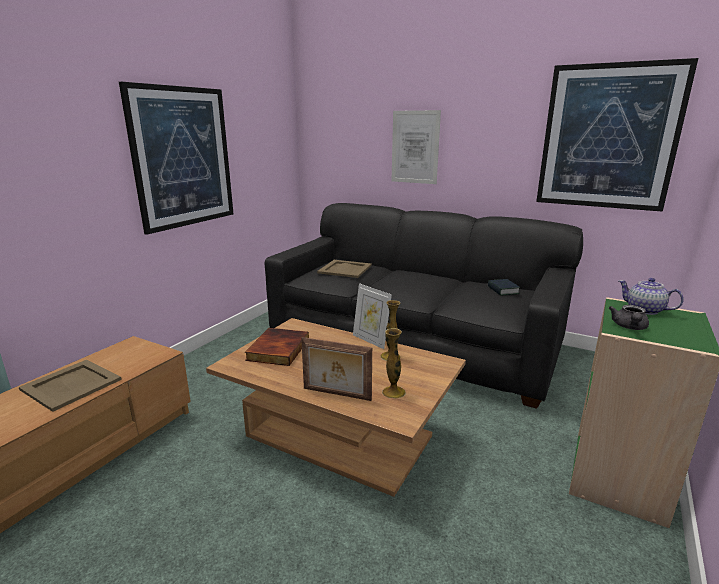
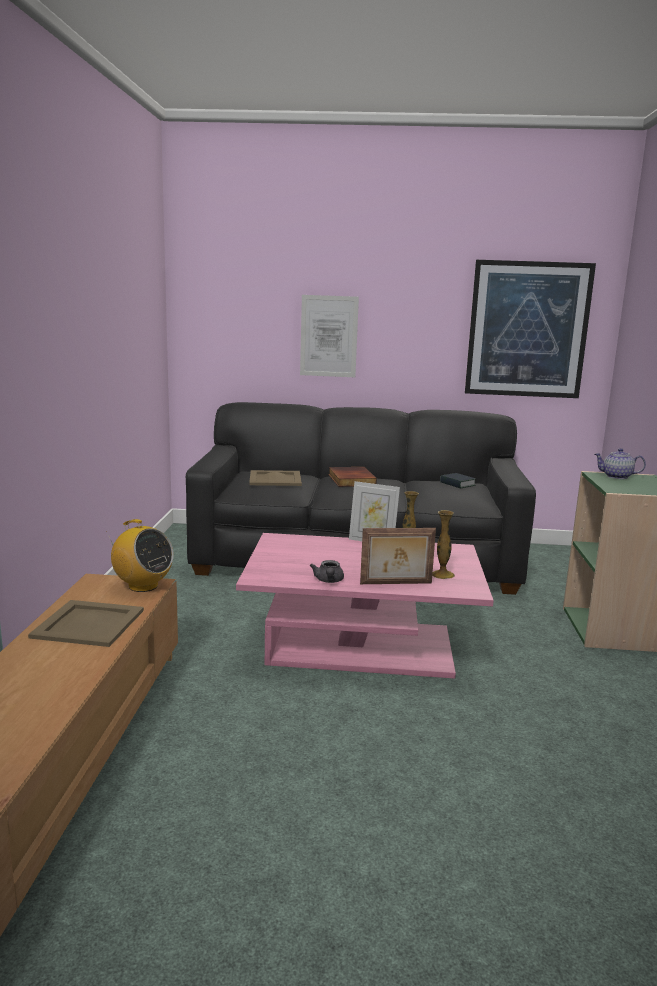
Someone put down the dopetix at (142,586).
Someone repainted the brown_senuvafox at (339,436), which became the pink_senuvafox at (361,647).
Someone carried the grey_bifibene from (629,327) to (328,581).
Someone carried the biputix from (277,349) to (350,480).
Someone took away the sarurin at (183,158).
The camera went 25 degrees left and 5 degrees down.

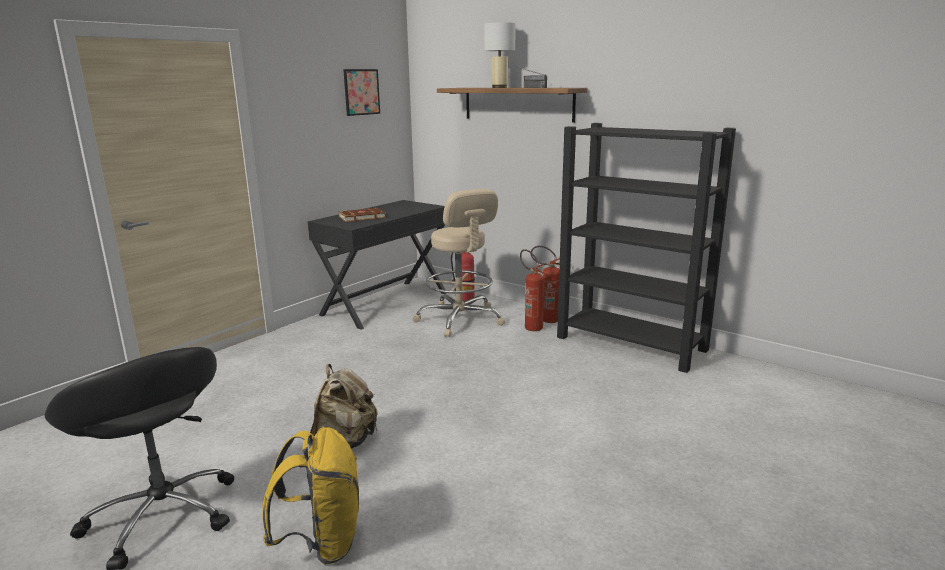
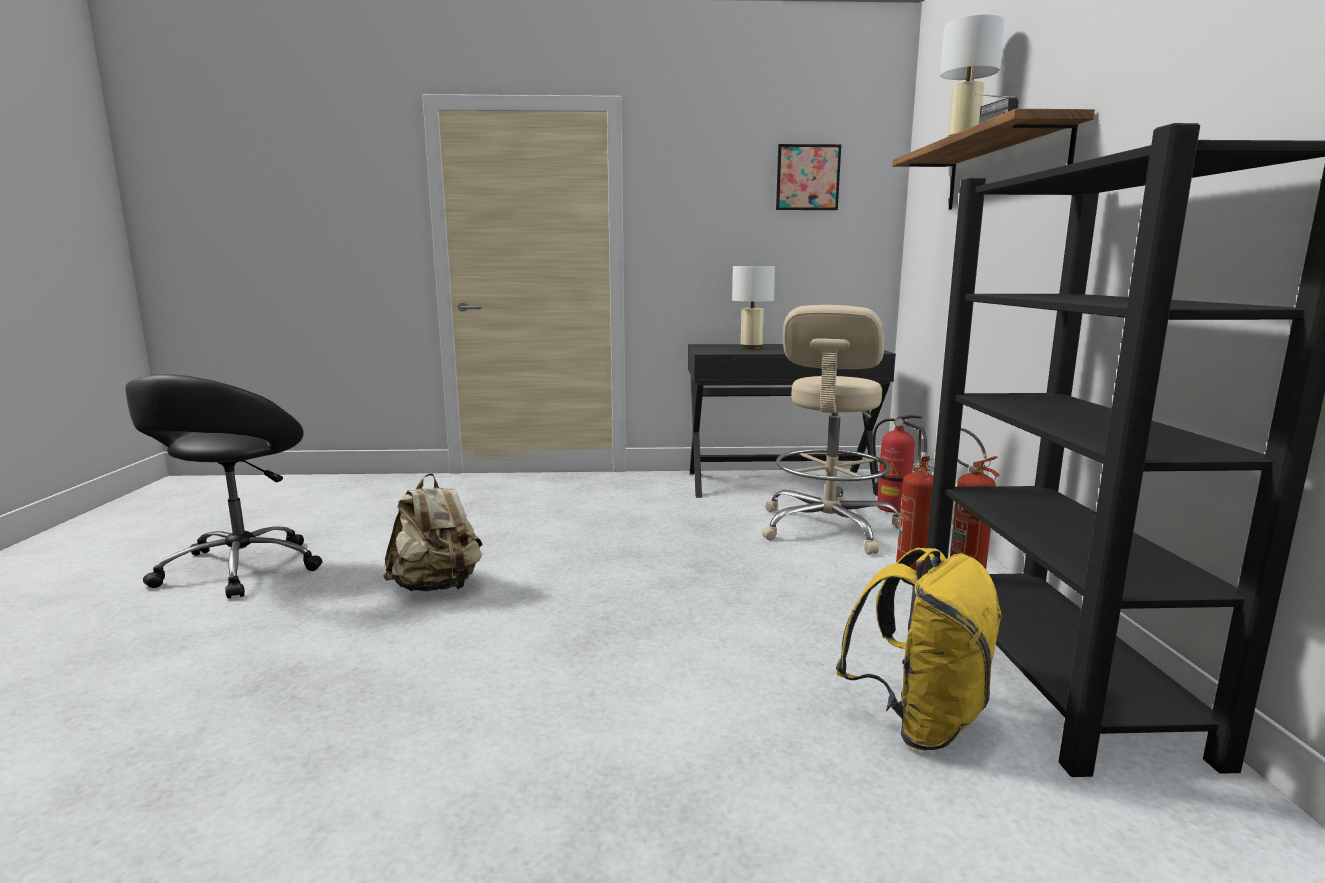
Someone swapped the brown_biputix at (361,217) for the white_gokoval at (751,348).
Someone carried the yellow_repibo from (322,543) to (919,721).
The camera went 50 degrees right and 5 degrees down.

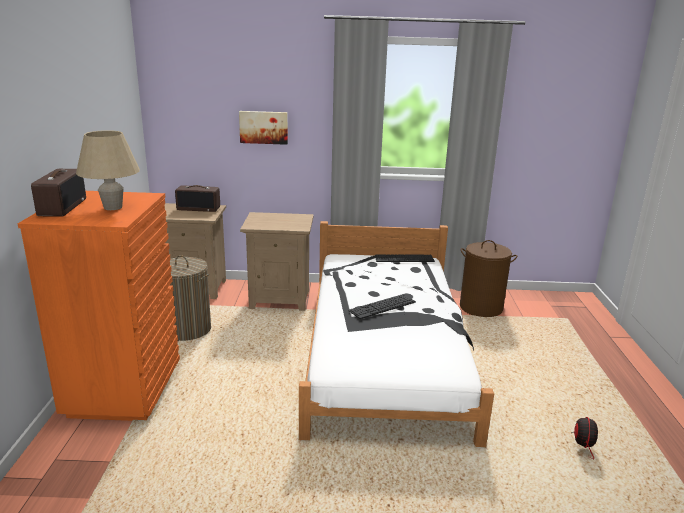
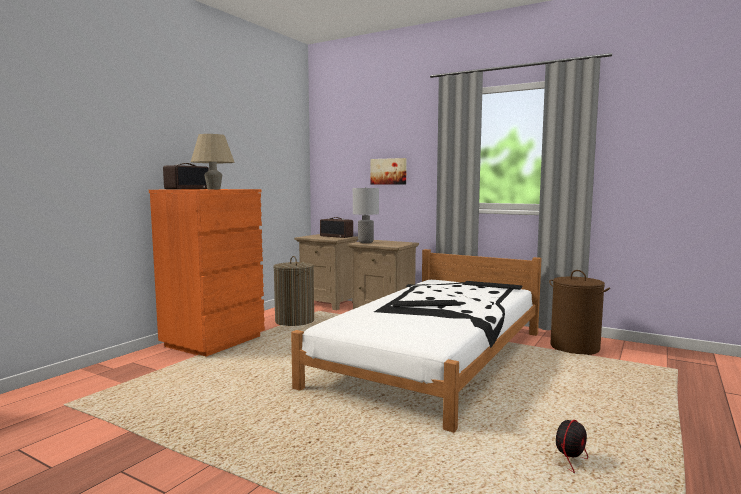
Someone put down the grey_gokoval at (366,243).
The camera went 30 degrees right and 15 degrees down.

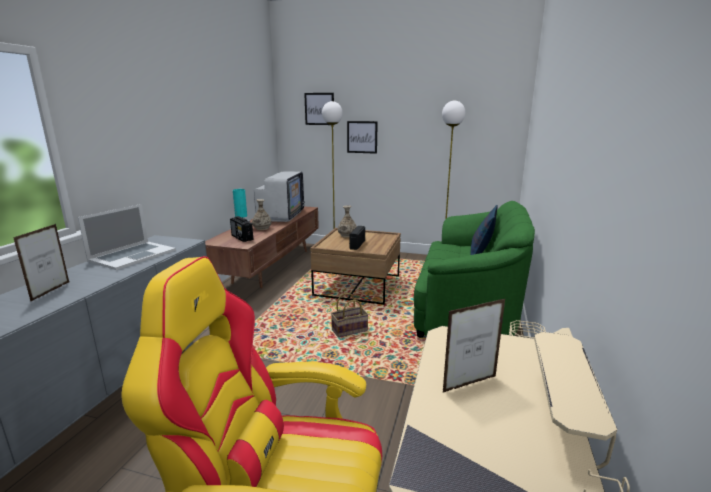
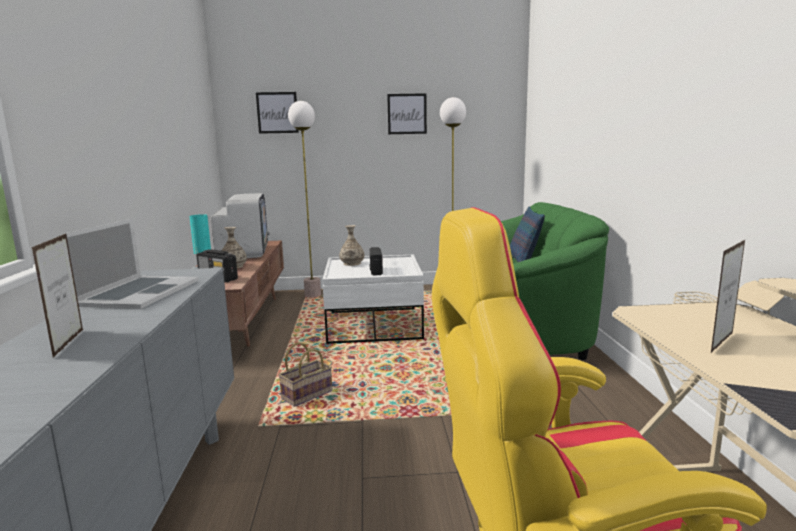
Someone carried the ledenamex from (350,330) to (307,394).
Someone repainted the brown_senuvafox at (358,286), which became the white_senuvafox at (374,325).
Someone carried the sarurin from (362,137) to (407,114).
The camera went 20 degrees left and 5 degrees down.

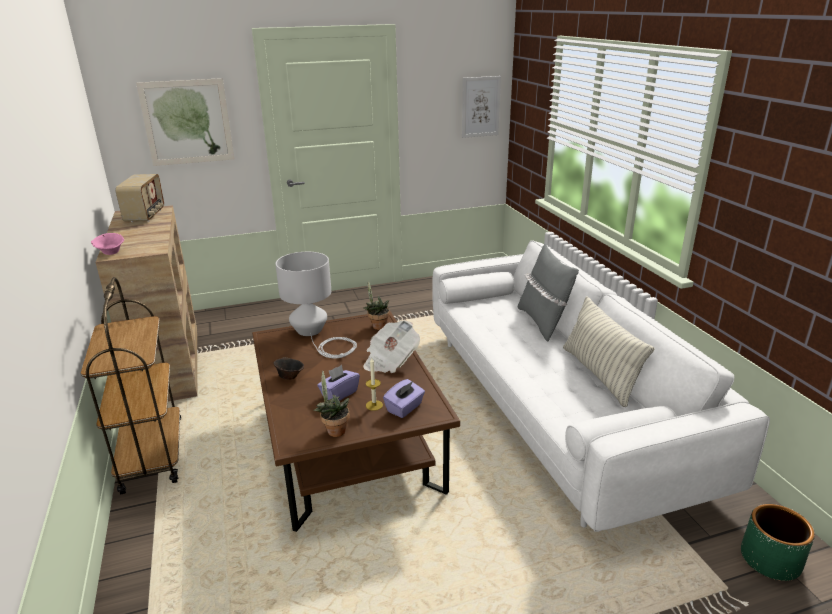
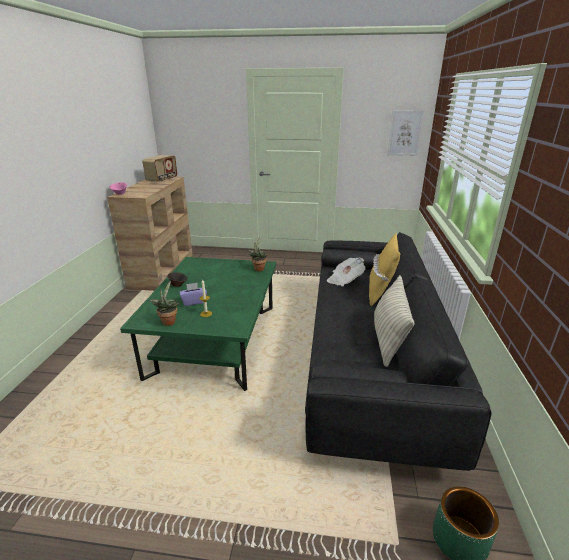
Someone repainted the brown_senuvafox at (349,442), which became the green_senuvafox at (215,340).
Someone repainted the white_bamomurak at (556,406), which became the black_bamomurak at (370,358).
Someone carried the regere from (390,360) to (345,280).
Someone repainted the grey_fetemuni at (542,322), which became the yellow_fetemuni at (380,293).
Someone took away the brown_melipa at (151,456).
Someone took away the sarurin at (187,122).
Someone took away the grey_gokoval at (319,337).
Someone took away the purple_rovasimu at (405,408).
The camera went 25 degrees right and 0 degrees up.

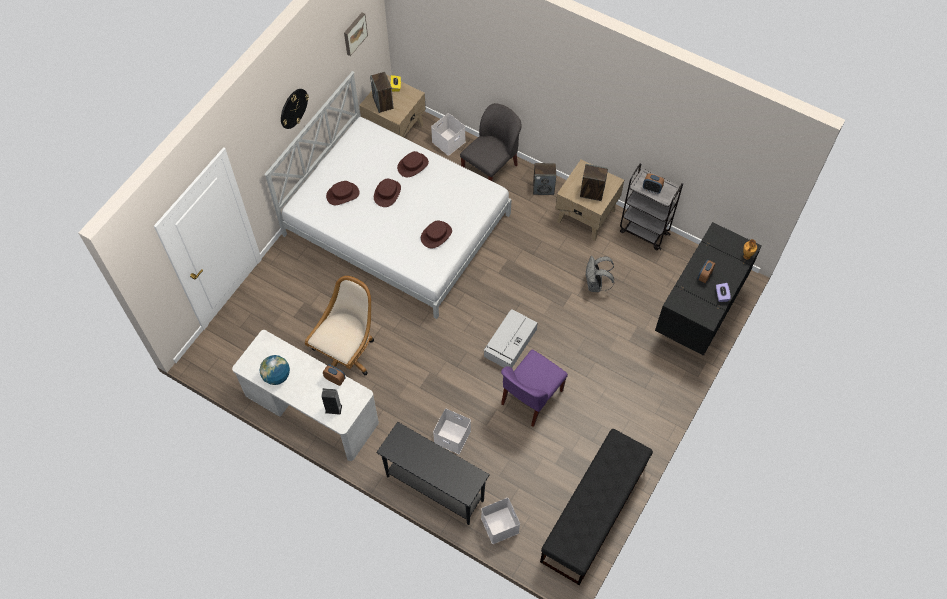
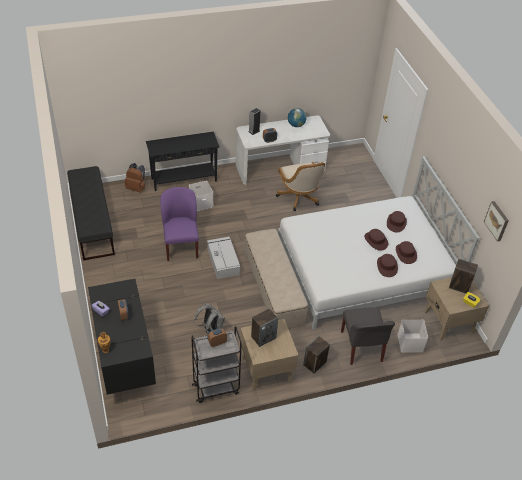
Someone swapped the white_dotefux at (499,525) for the brown_repibo at (136,188).
Someone put down the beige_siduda at (274,288).
Someone carried the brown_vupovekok from (436,235) to (405,253).
Someone took away the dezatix at (293,108).
The camera went 130 degrees right and 15 degrees down.

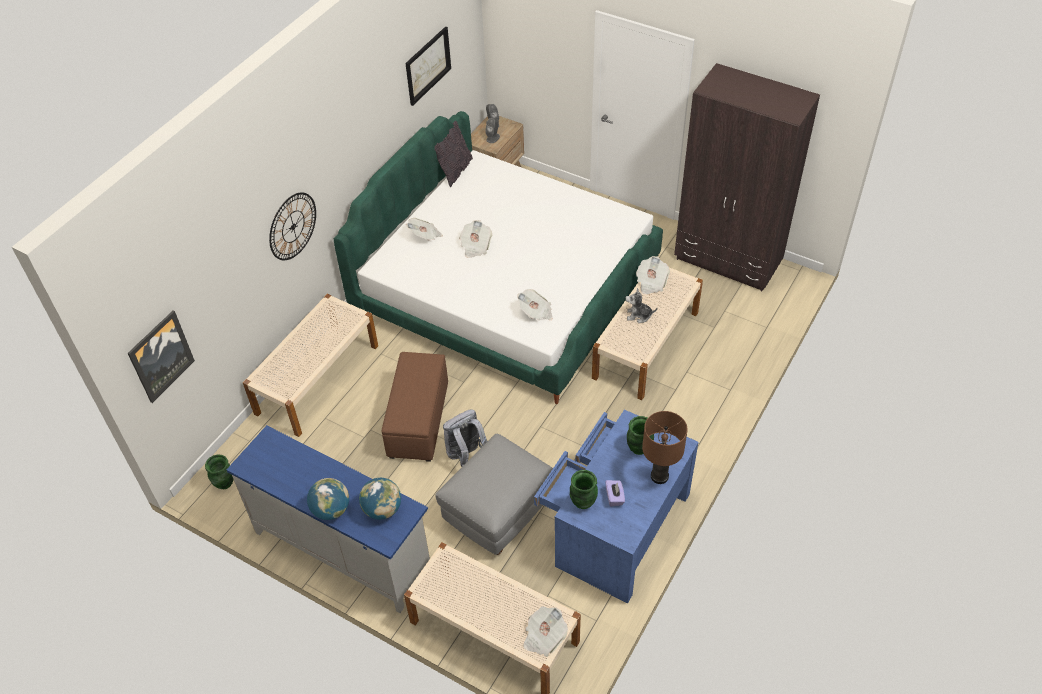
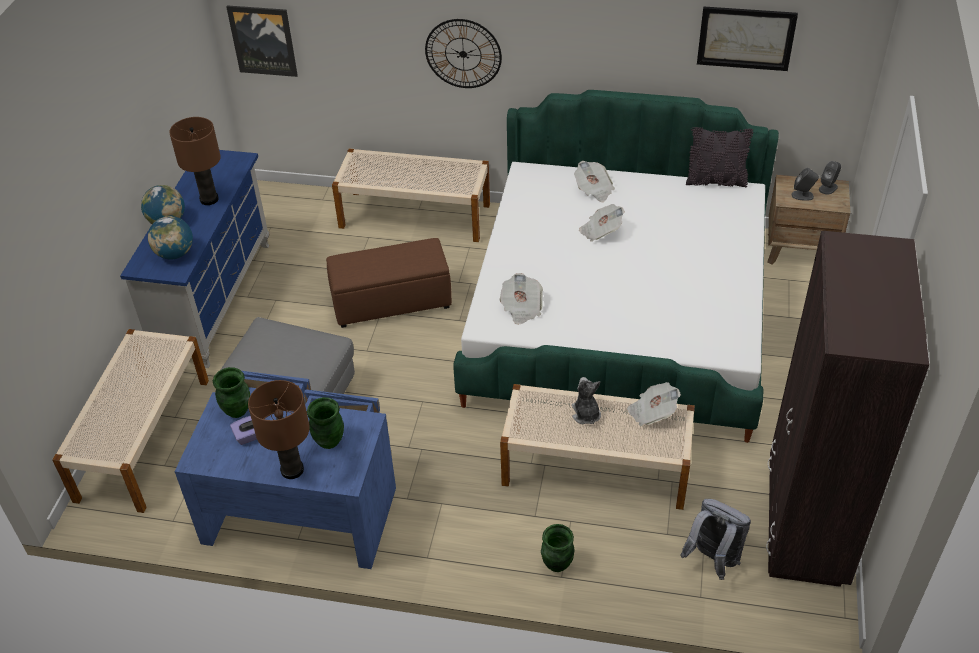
Someone put down the brown_gokoval at (209,199).
Someone carried the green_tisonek from (225,483) to (557,564).
Someone carried the grey_repibo from (466,455) to (713,560).
Someone took away the regere at (544,637).
The camera went 70 degrees right and 5 degrees down.

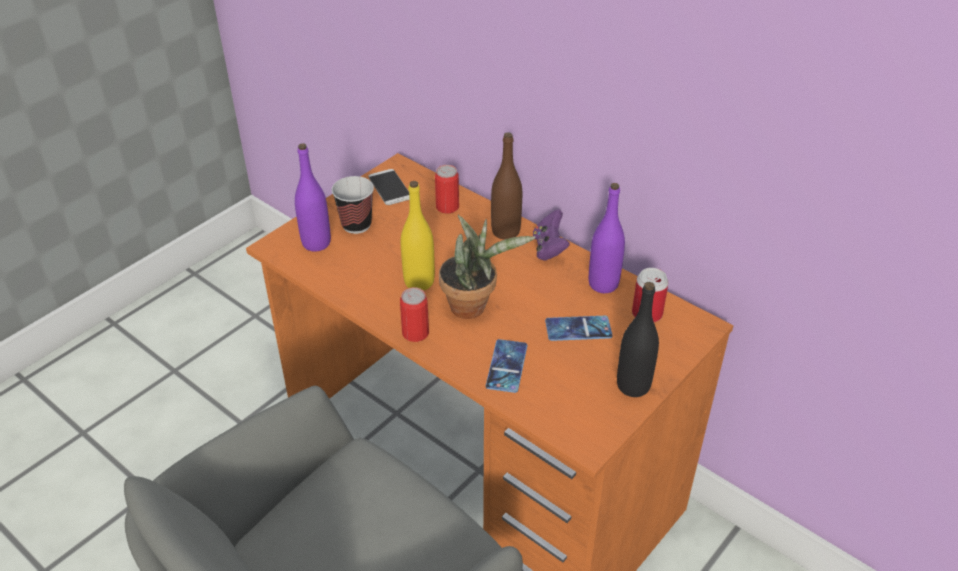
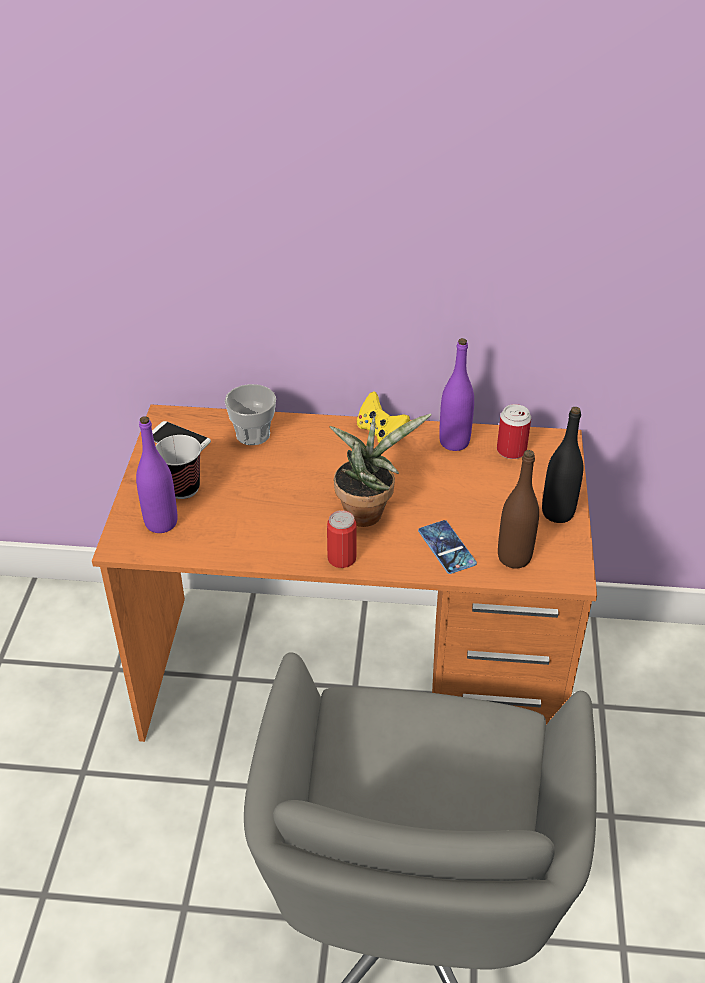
Someone swapped the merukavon at (447,207) for the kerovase at (253,434).
Someone repainted the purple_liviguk at (549,248), which became the yellow_liviguk at (380,432).
Someone carried the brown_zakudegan from (505,231) to (514,557).
Someone took away the yellow_zakudegan at (419,282).
Someone took away the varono at (578,329).
The camera went 35 degrees left and 0 degrees up.

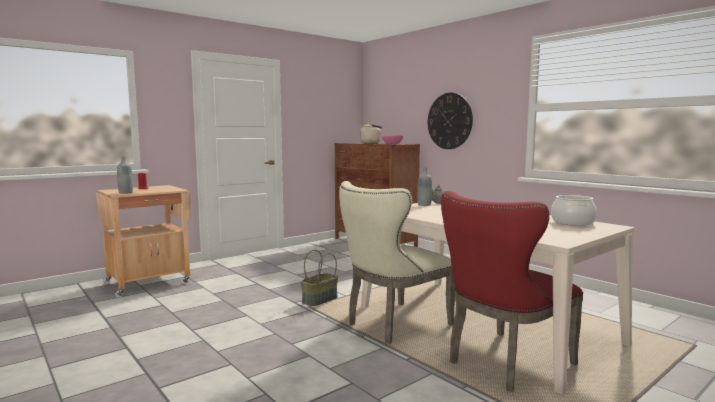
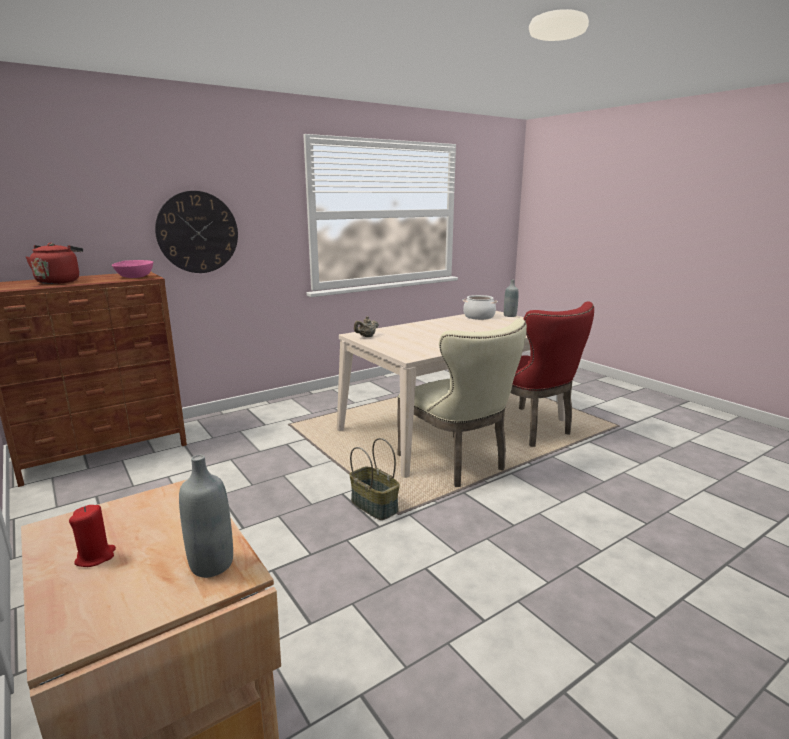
Someone repainted the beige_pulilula at (371,143), which became the red_pulilula at (59,281).
Someone carried the grey_zakudegan from (424,205) to (510,315).
The camera went 85 degrees left and 10 degrees up.

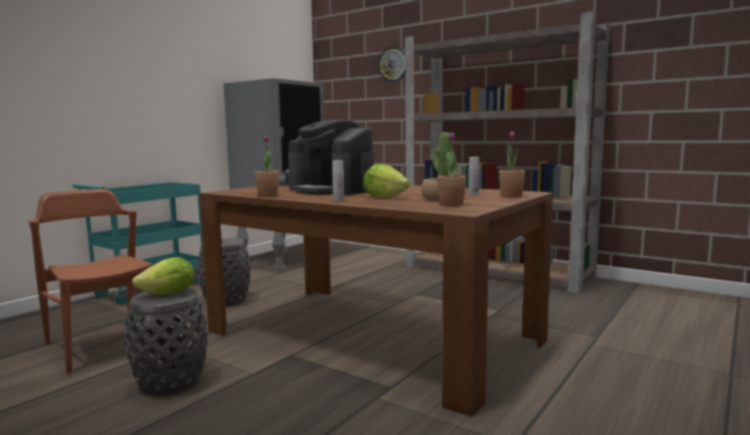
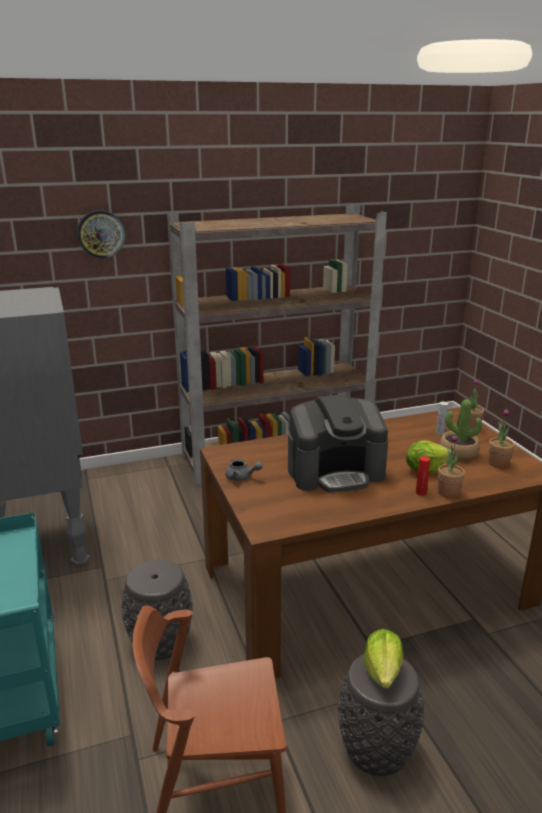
Someone repainted the white_zakudegan at (338,200), which became the red_zakudegan at (421,492).
Someone carried the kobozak from (268,195) to (448,492).
The camera went 55 degrees left and 15 degrees up.

